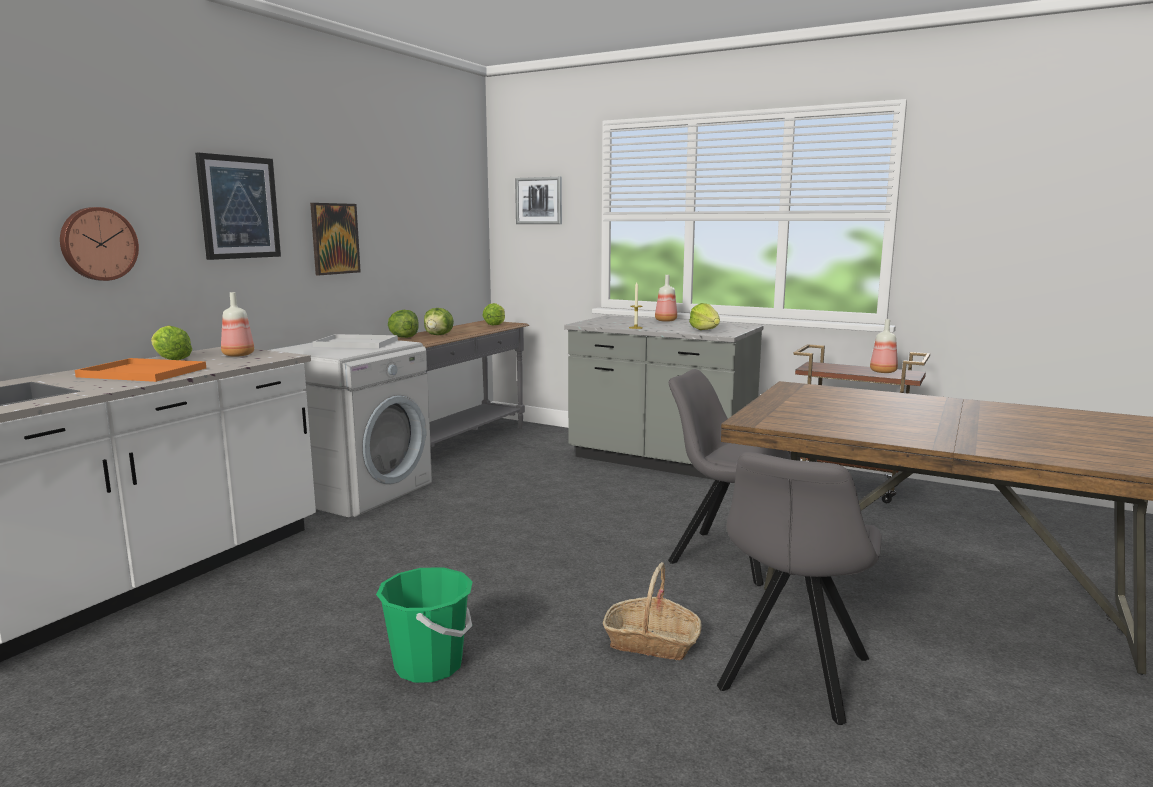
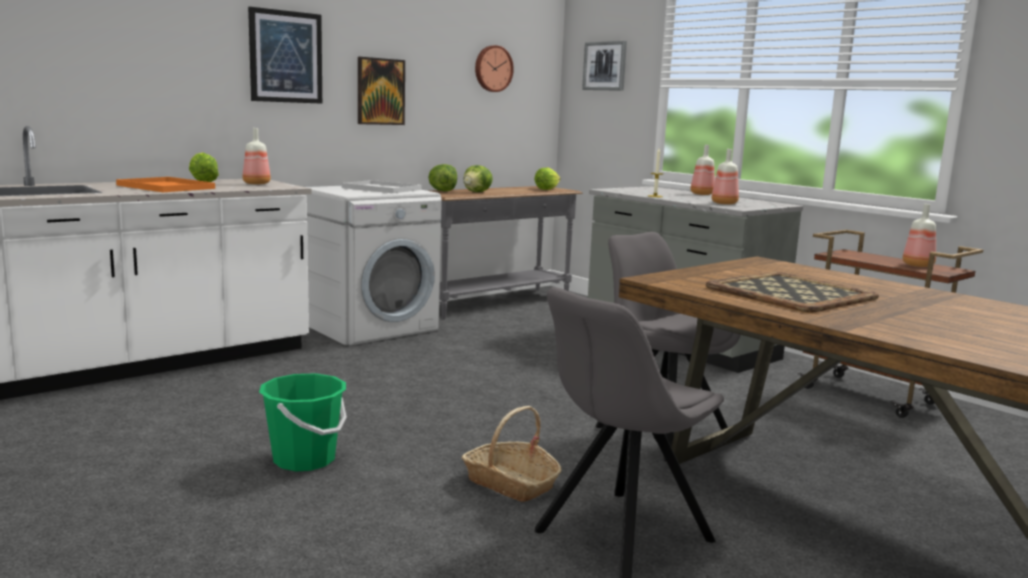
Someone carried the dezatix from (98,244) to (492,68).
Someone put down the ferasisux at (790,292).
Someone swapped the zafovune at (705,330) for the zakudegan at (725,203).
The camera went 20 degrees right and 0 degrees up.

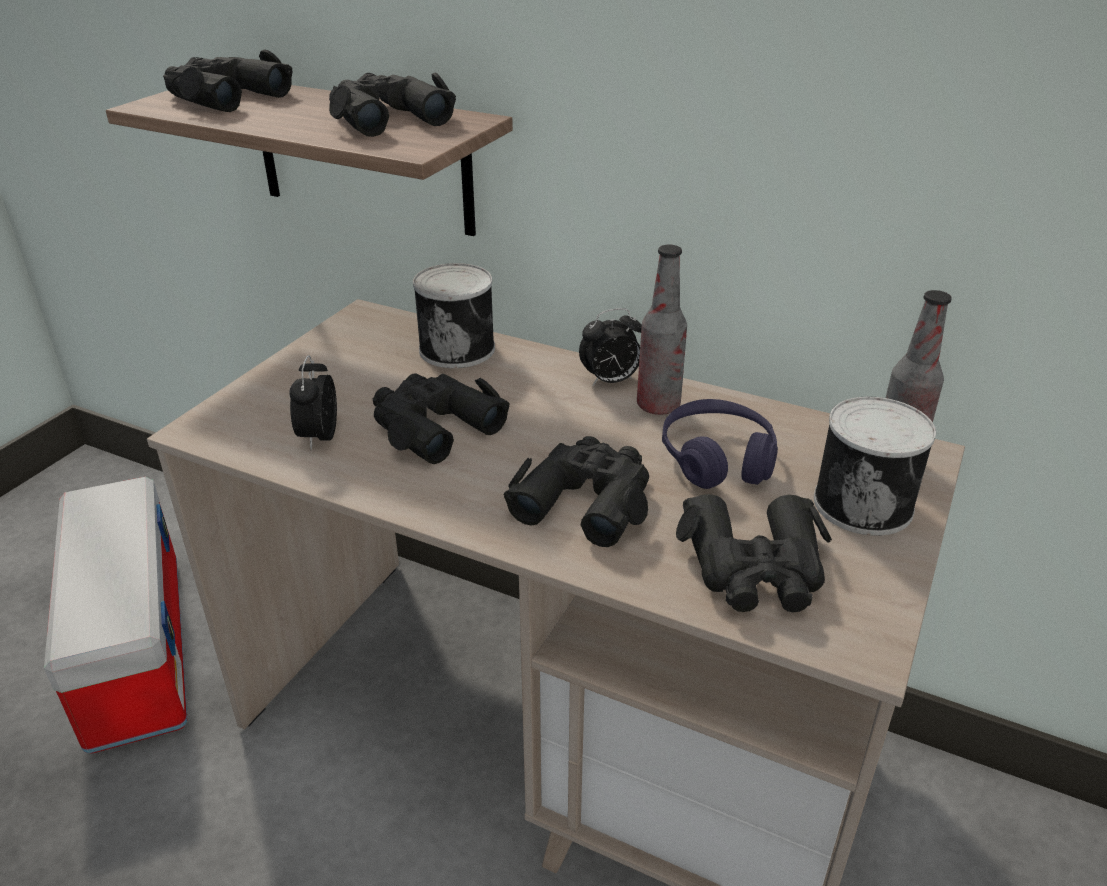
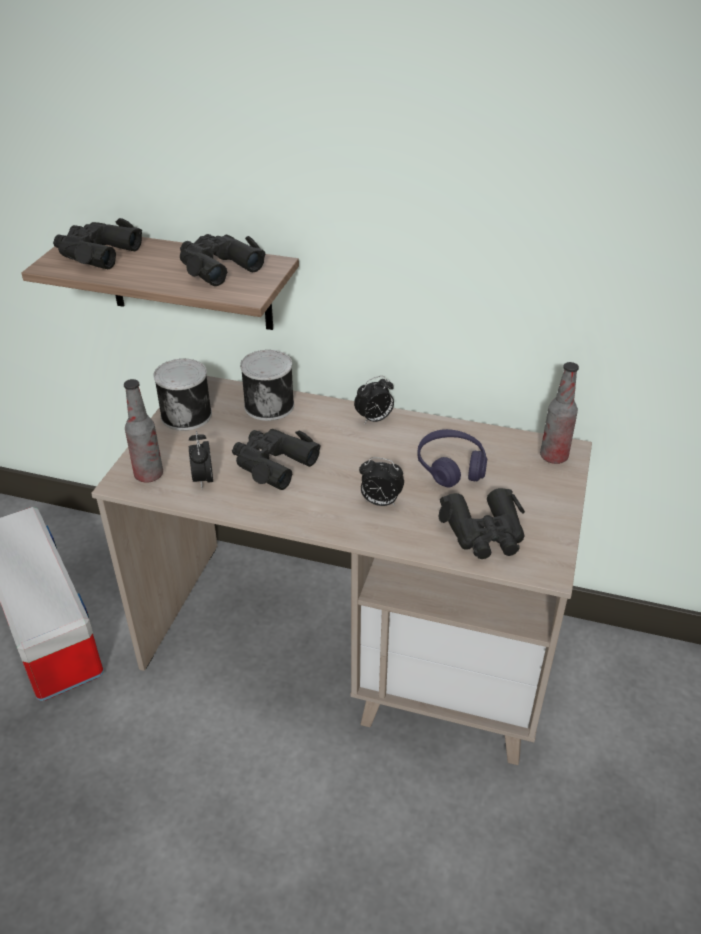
Someone carried the zakudegan from (658,406) to (149,475).
Someone carried the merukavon from (864,503) to (187,414).
Someone swapped the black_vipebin at (585,499) for the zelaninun at (380,502).
The camera went 10 degrees left and 5 degrees up.

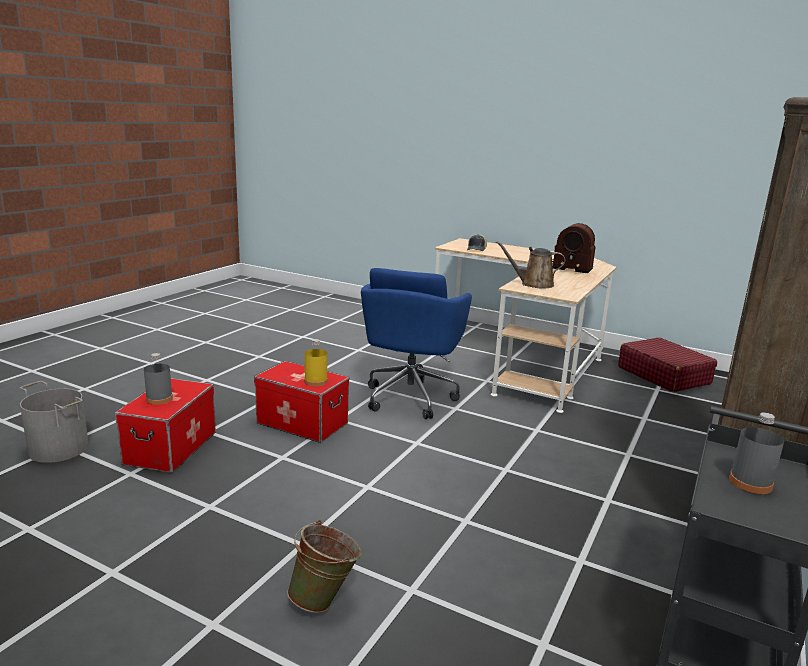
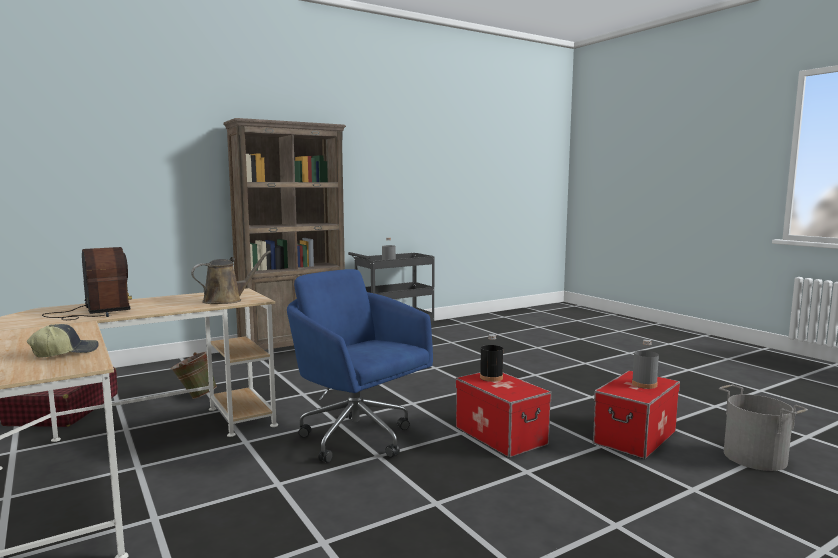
Someone carried the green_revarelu from (325,599) to (195,396).
Someone rotated the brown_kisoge at (533,284) by 75 degrees counterclockwise.
Someone rotated the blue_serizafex at (410,396) by 90 degrees counterclockwise.
Someone repainted the yellow_zakudegan at (316,381), which became the black_zakudegan at (491,377).
The camera went 150 degrees left and 10 degrees down.

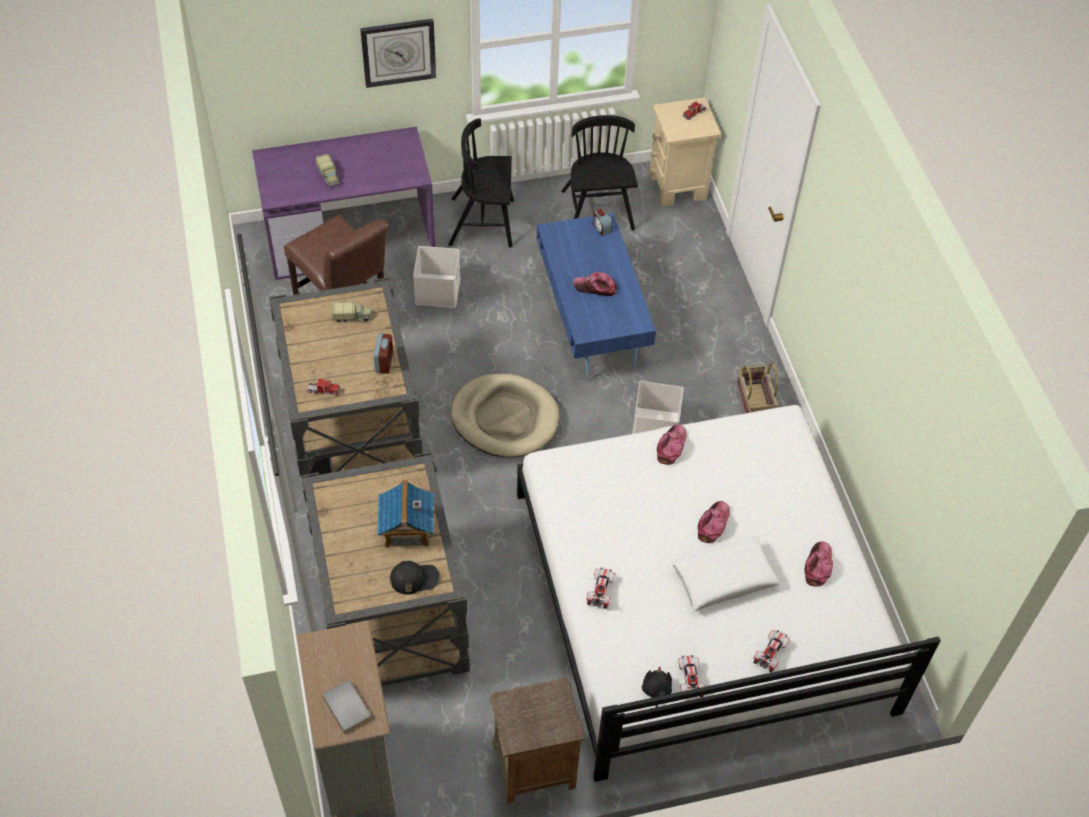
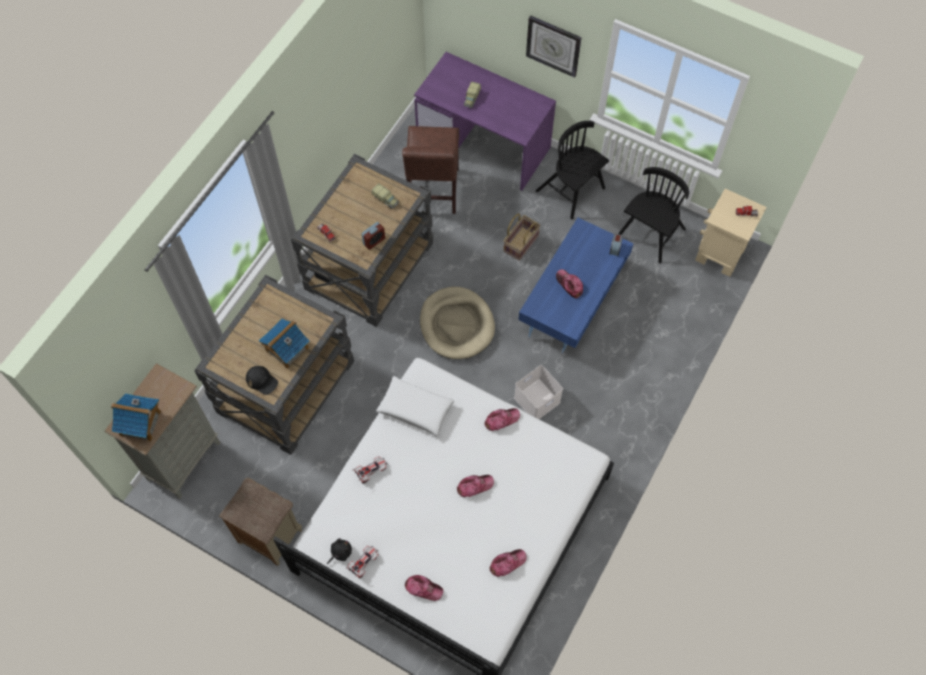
Someone swapped the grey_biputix at (348,706) for the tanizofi at (140,423).
Someone carried the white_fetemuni from (724,578) to (415,409).
Someone swapped the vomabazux at (770,654) for the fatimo at (423,588).
Someone carried the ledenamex from (753,404) to (520,243).
Someone took away the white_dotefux at (437,289).
The camera went 45 degrees right and 10 degrees up.

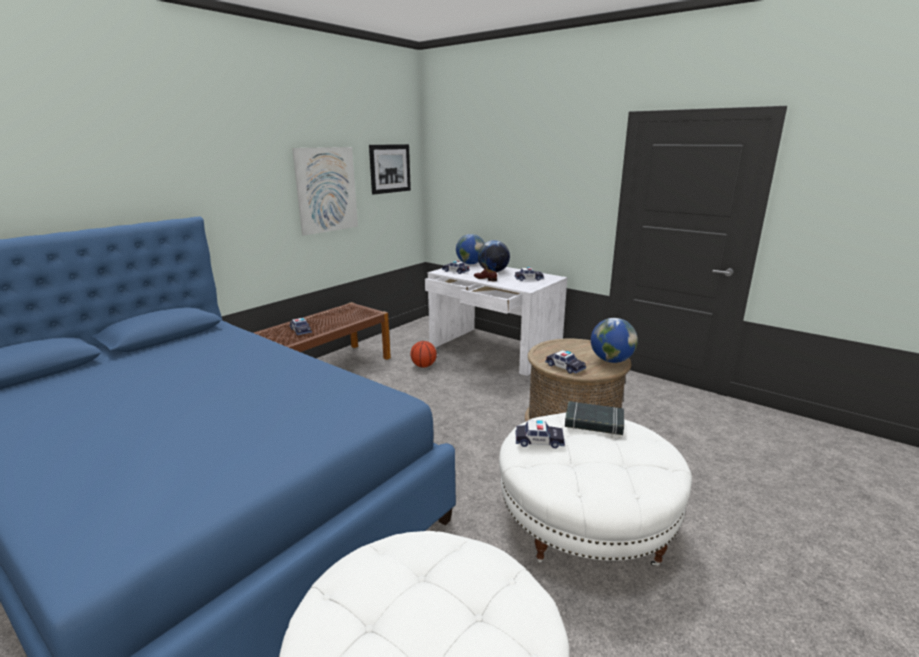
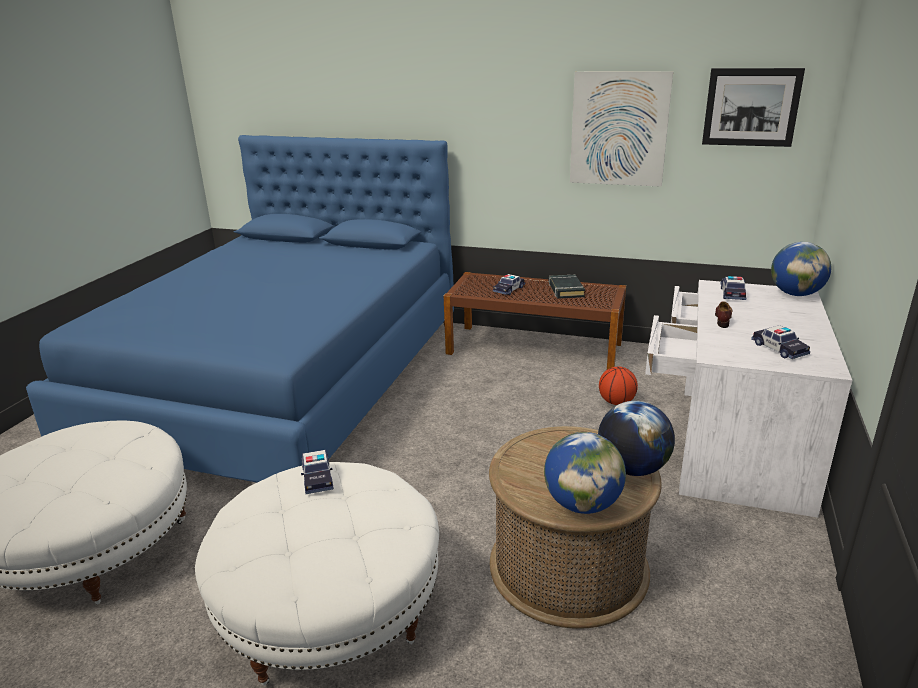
Someone carried the black_biputix from (594,422) to (565,290).
Someone carried the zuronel from (493,272) to (632,469).
Someone took away the vomabazux at (565,367).
The camera went 70 degrees right and 5 degrees up.

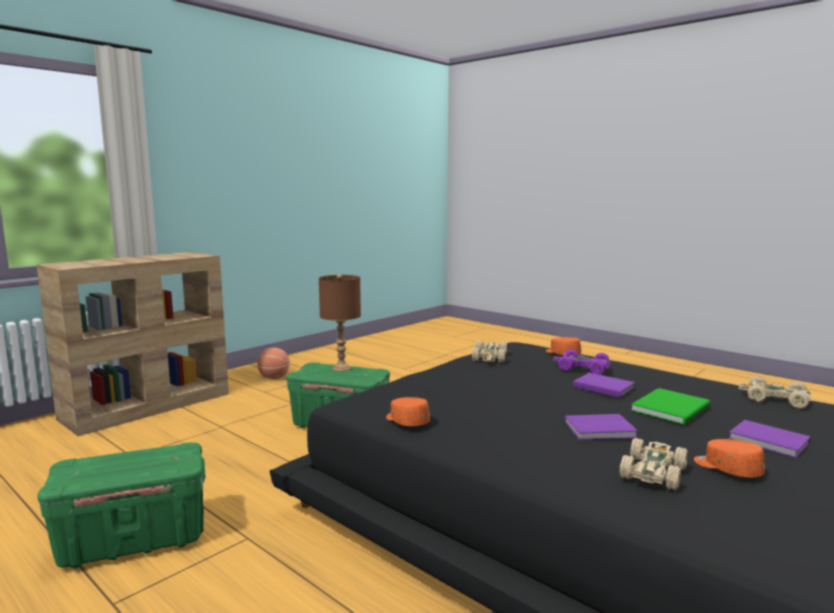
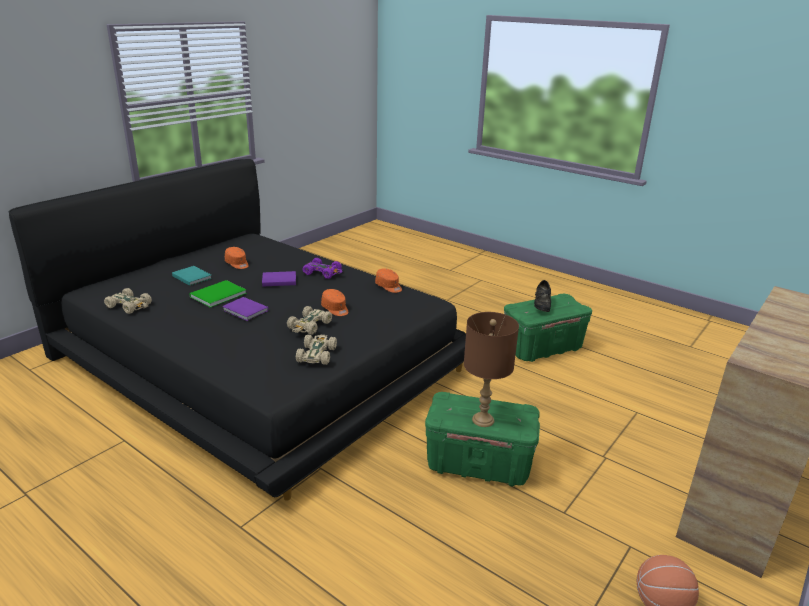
Someone repainted the purple_biputix at (770,442), which became the turquoise_biputix at (192,277).
Someone carried the beige_vomabazux from (653,472) to (309,326).
Someone carried the purple_vomabazux from (582,368) to (323,272).
Someone carried the orange_fatimo from (562,354) to (335,309).
Someone put down the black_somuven at (541,306).
The camera went 175 degrees right and 15 degrees up.

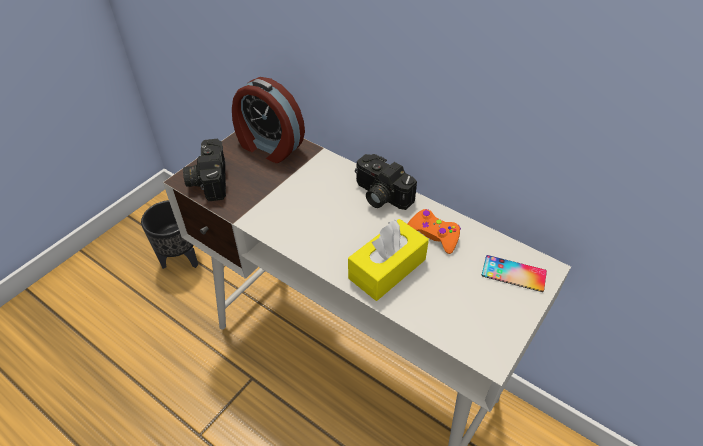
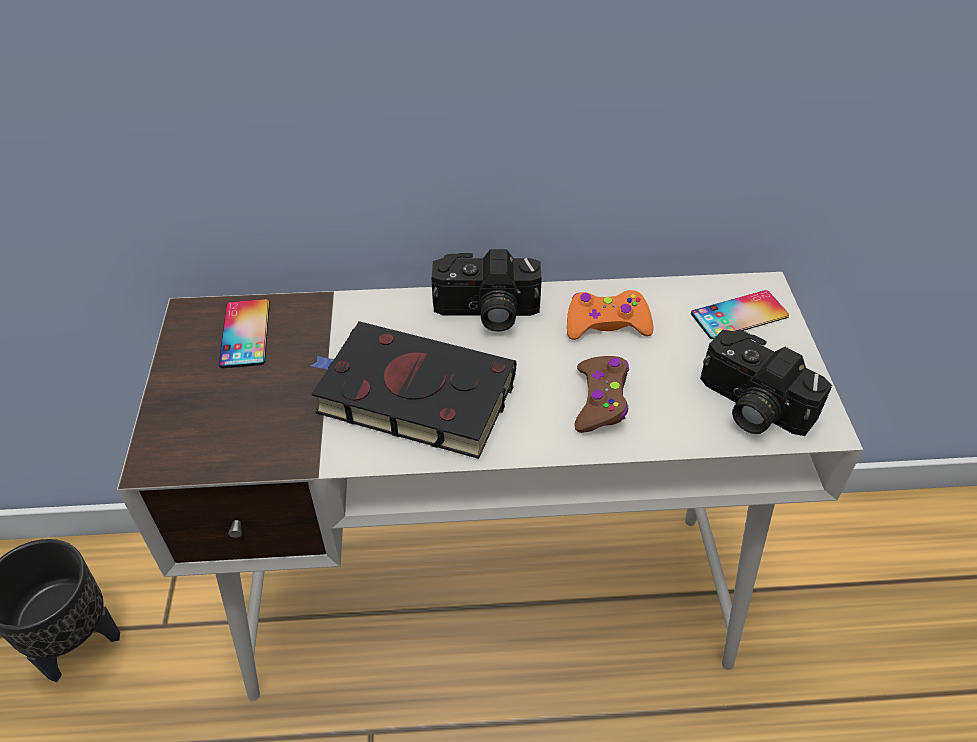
Someone swapped the zelaninun at (269,146) for the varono at (245,333).
Someone put down the black_biputix at (411,395).
Someone swapped the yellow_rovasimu at (387,269) for the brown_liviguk at (600,400).
Someone carried the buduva from (208,180) to (750,406).
The camera went 40 degrees left and 0 degrees up.

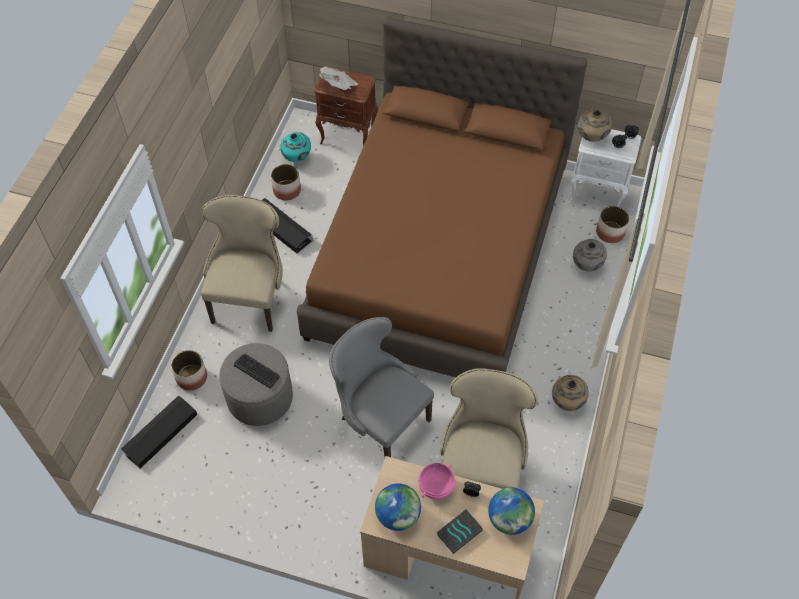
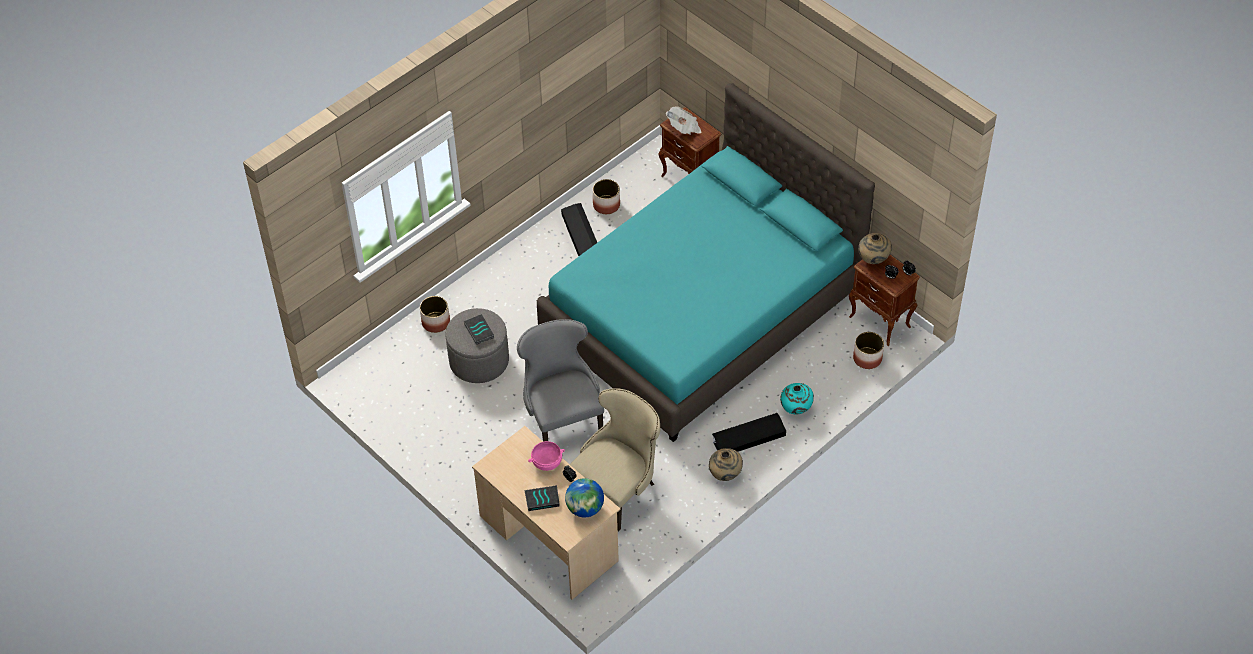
Someone swapped the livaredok at (257,370) for the biputix at (478,331).
Someone repainted the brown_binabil at (440,252), which became the turquoise_binabil at (703,311).
Someone carried the black_dotefux from (160,434) to (748,437).
Someone carried the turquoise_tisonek from (297,158) to (795,409).
Someone repainted the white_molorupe at (597,195), which became the brown_molorupe at (880,322).
Someone took away the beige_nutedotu at (250,297).
Someone took away the zuronel at (398,515).
Someone took away the grey_tisonek at (586,266).
The camera went 30 degrees right and 5 degrees down.

